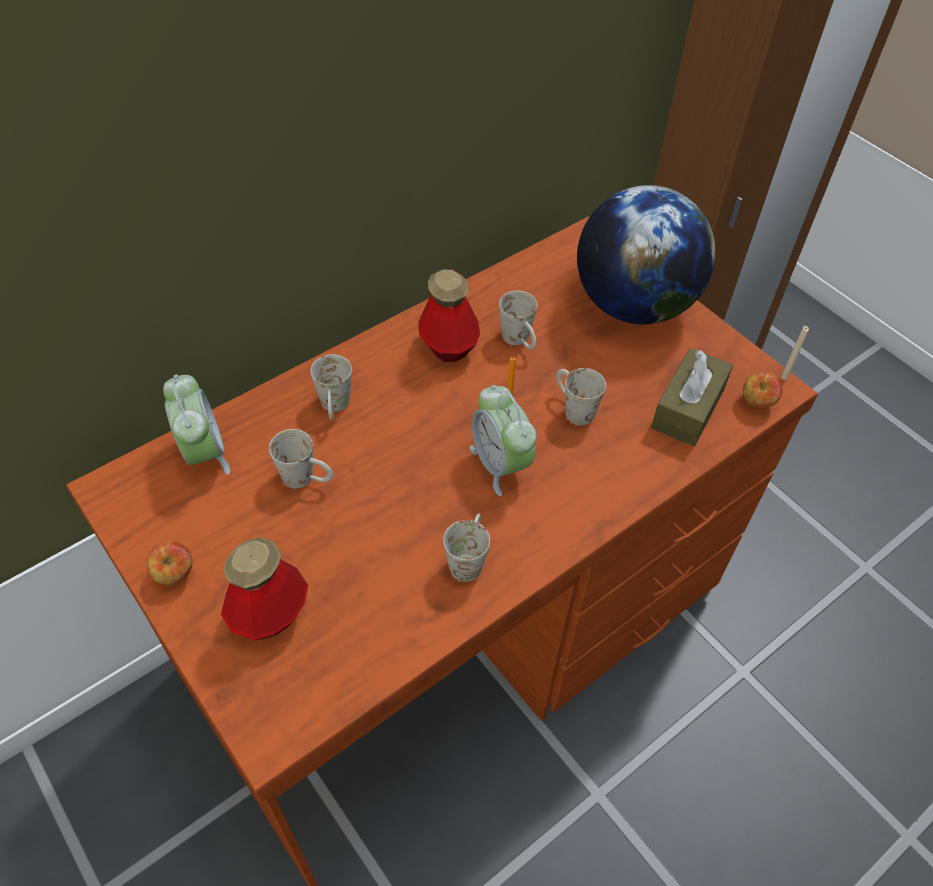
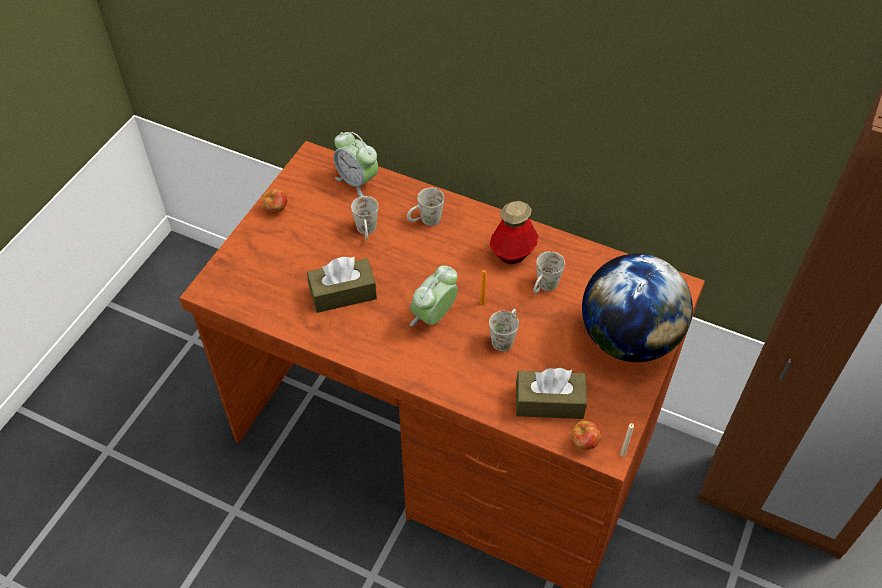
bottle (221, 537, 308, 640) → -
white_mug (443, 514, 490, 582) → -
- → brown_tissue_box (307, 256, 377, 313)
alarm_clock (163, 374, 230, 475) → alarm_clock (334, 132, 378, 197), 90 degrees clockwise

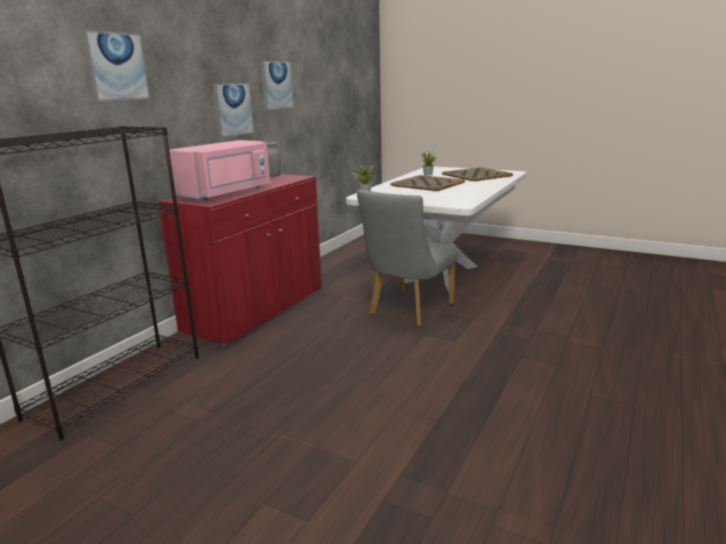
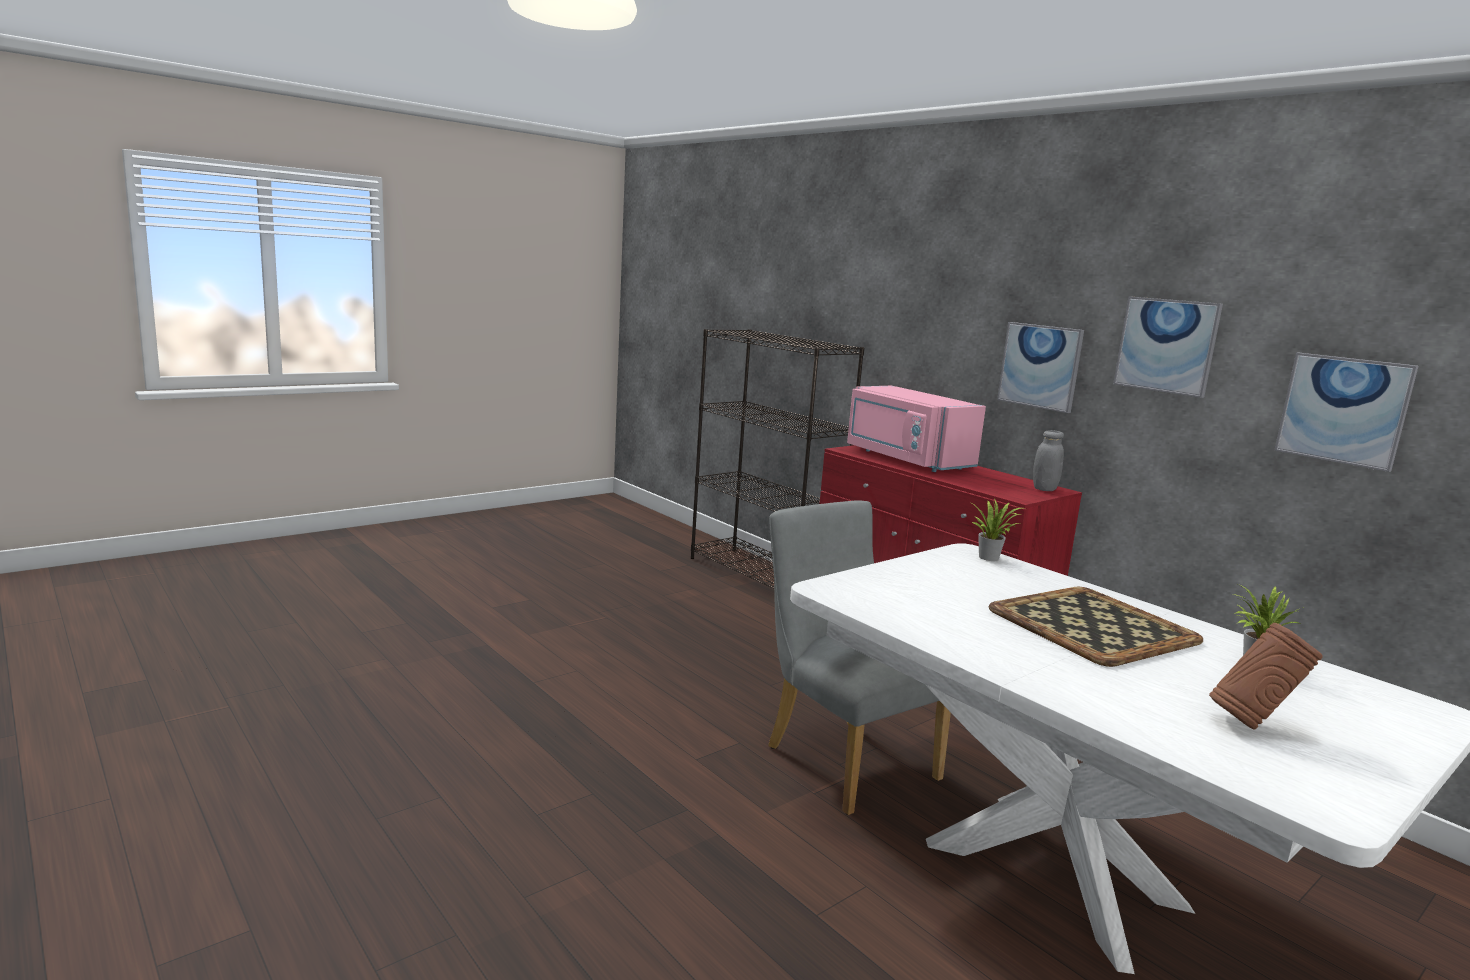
picture (82, 30, 150, 102) → picture (1274, 353, 1418, 472), shifted
tray (442, 167, 513, 181) → brown_vase (1209, 623, 1323, 729)

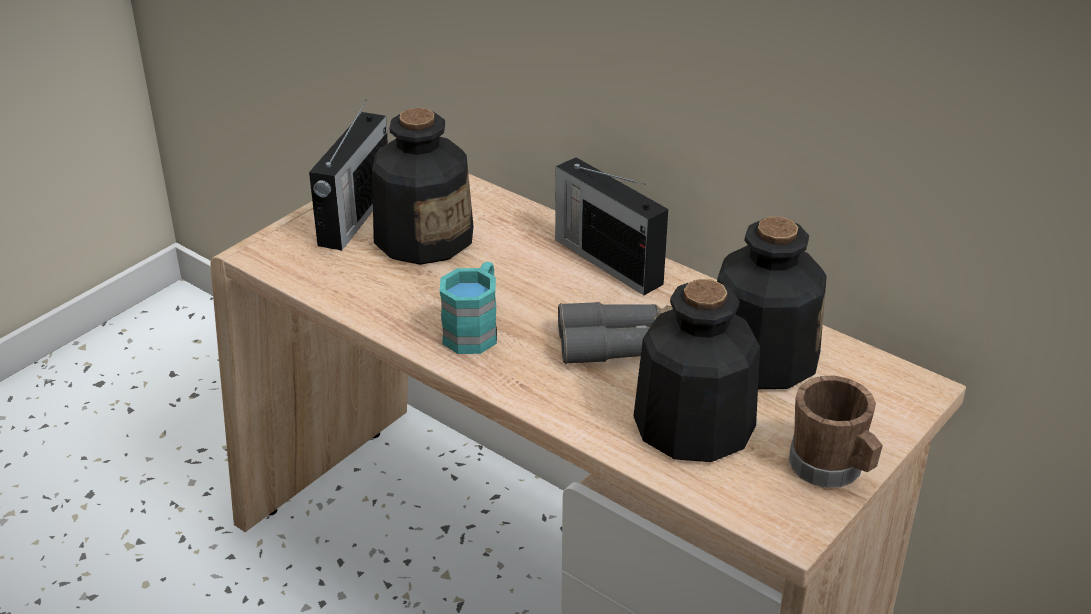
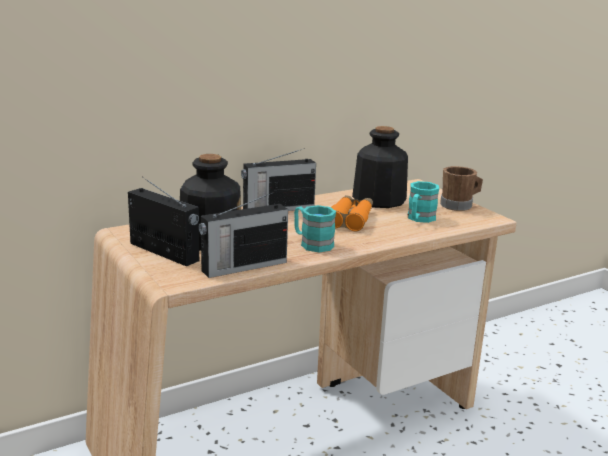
- → radio (199, 192, 288, 278)
bottle (633, 279, 760, 462) → turquoise_mug (408, 181, 439, 223)
grey_binoculars (558, 302, 673, 364) → orange_binoculars (331, 195, 373, 231)

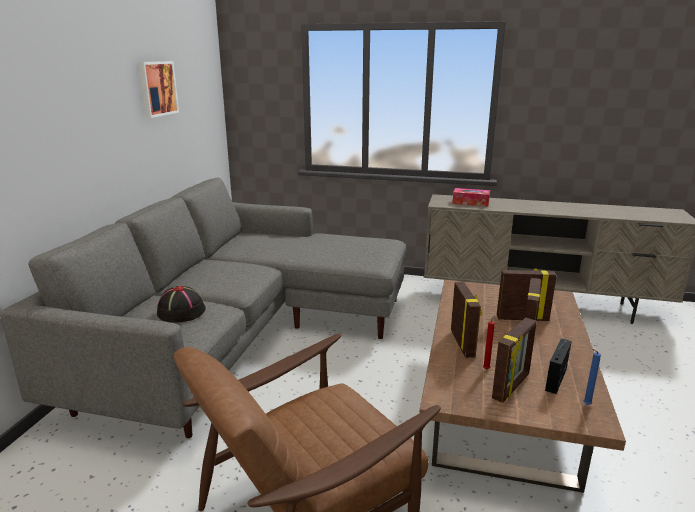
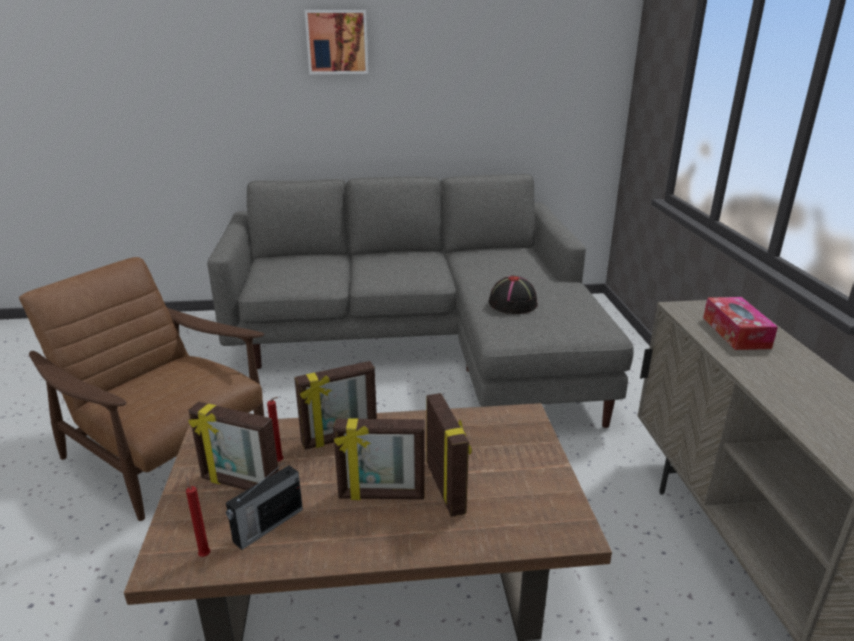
picture (138, 61, 179, 118) → picture (305, 10, 368, 74), shifted
black_hat (157, 286, 206, 323) → black_hat (488, 275, 538, 314), shifted
blue_candle (583, 349, 601, 405) → red_candle (186, 476, 210, 557)
radio (545, 338, 572, 394) → radio (226, 462, 303, 550), 120 degrees clockwise

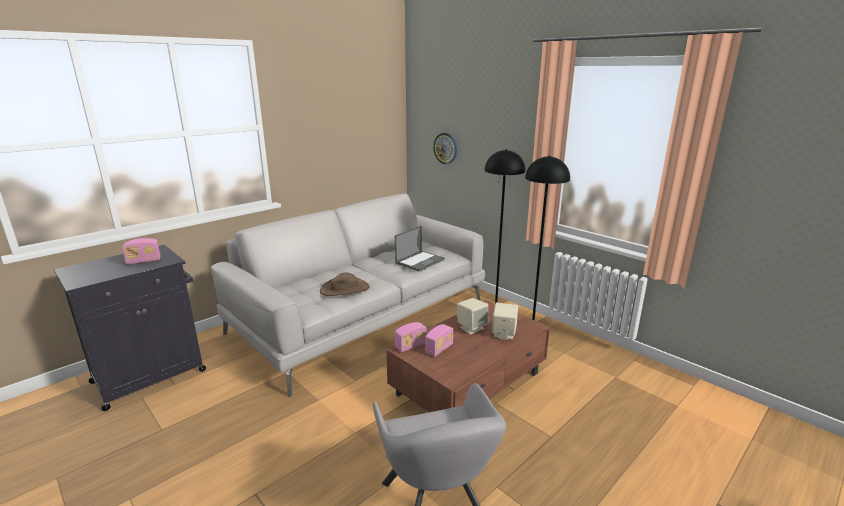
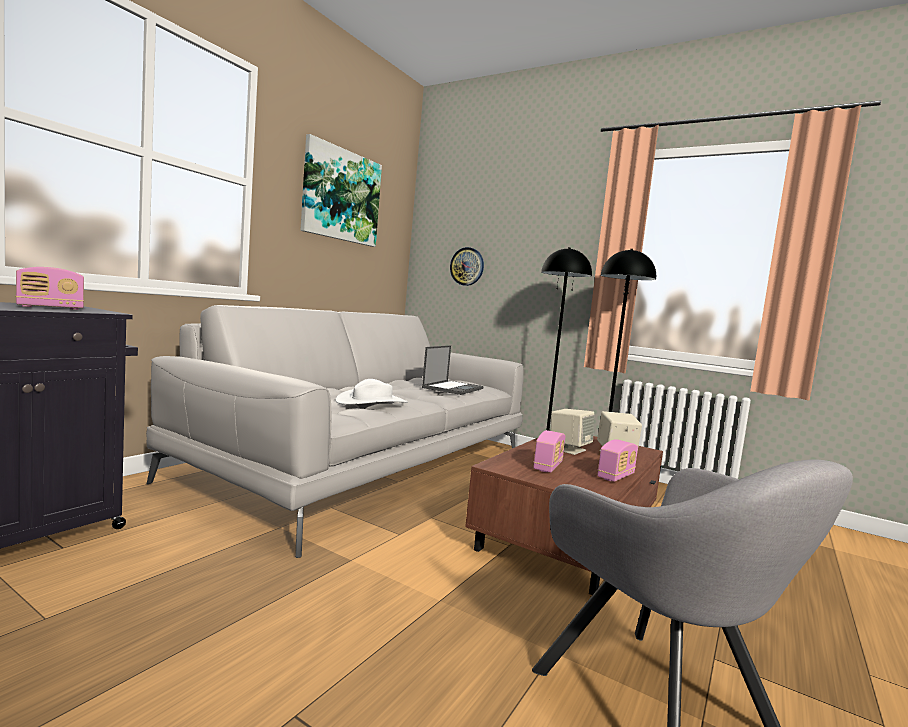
- → picture (300, 134, 382, 247)
radio (395, 322, 427, 352) → radio (597, 439, 638, 482), shifted
brown_hat (320, 272, 370, 296) → white_hat (335, 379, 408, 405)

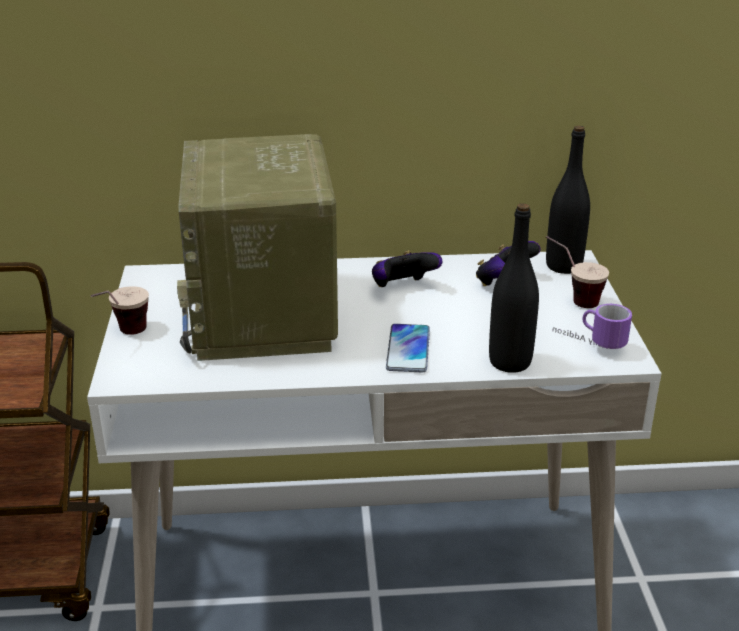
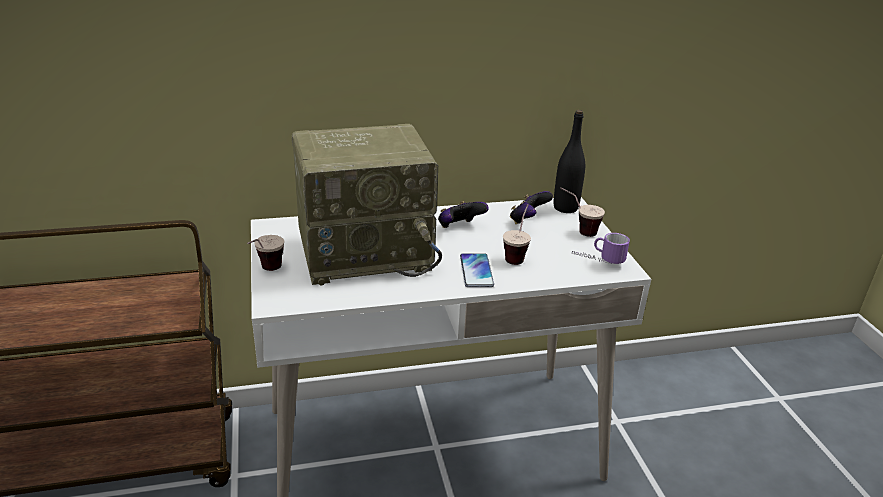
black_bottle (489, 203, 539, 373) → -
- → cup (503, 204, 531, 265)
radio (177, 134, 338, 361) → radio (292, 124, 442, 285), 90 degrees counterclockwise

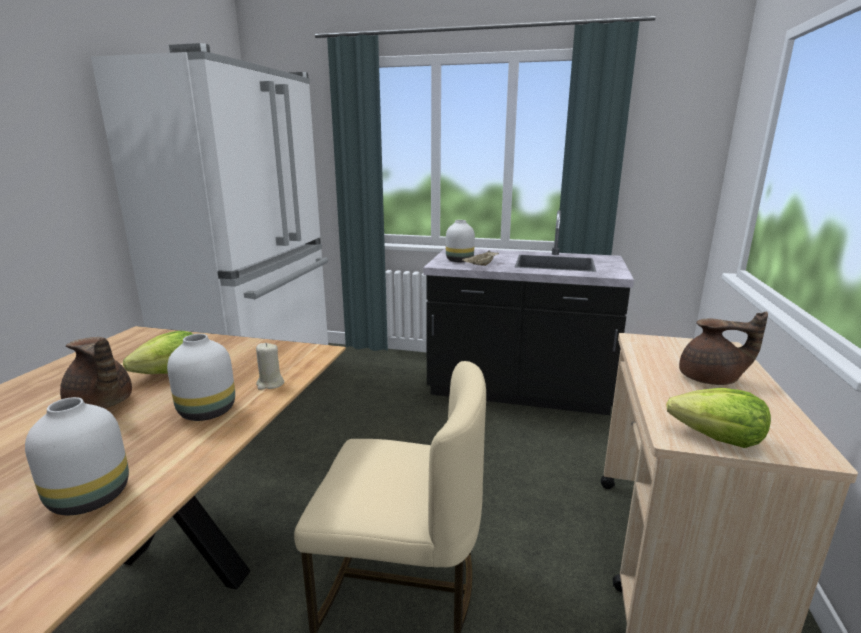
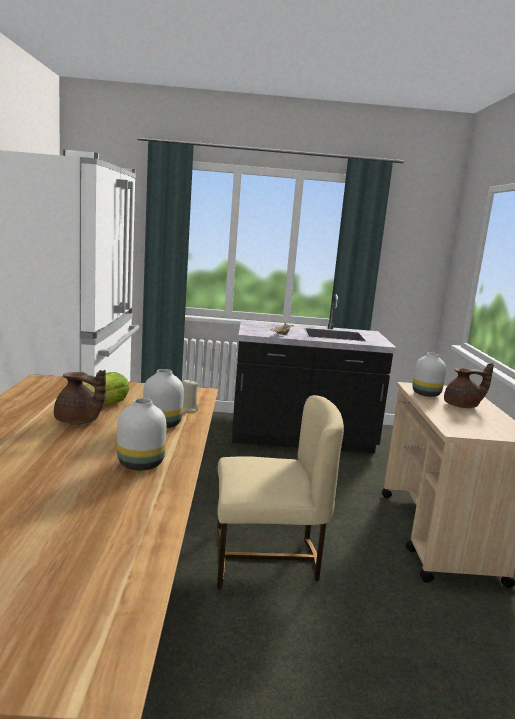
lettuce (666, 388, 771, 448) → -
white_vase (446, 220, 475, 262) → white_vase (412, 352, 446, 397), shifted

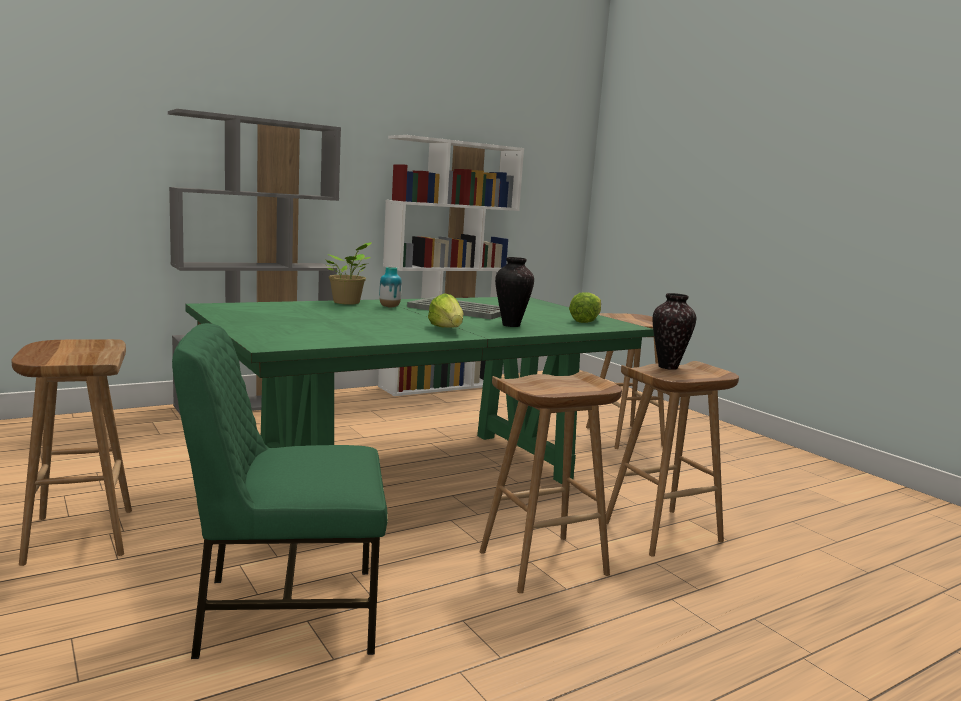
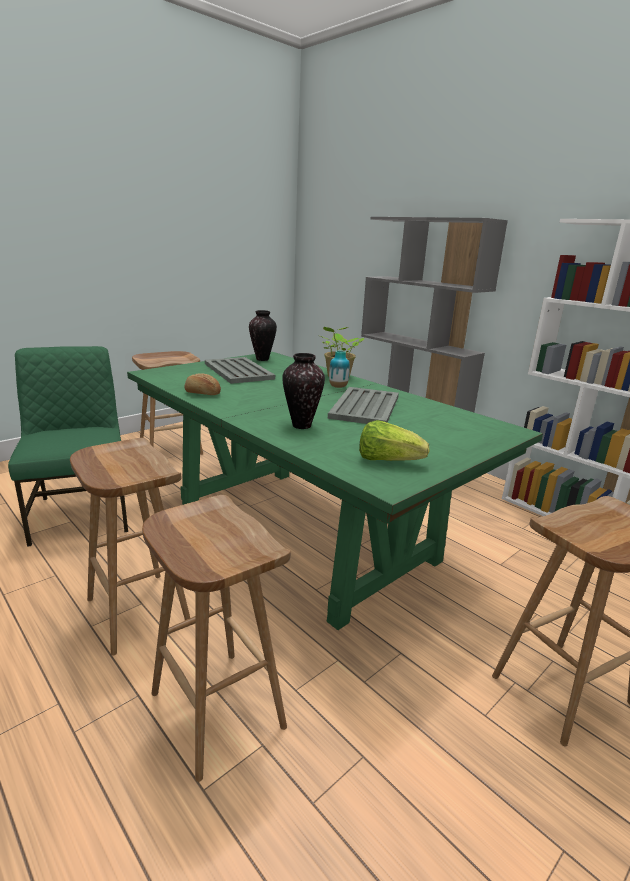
lettuce (428, 293, 463, 328) → -
- → bread (184, 373, 221, 395)
- → grey_tray (205, 357, 275, 384)
vase (653, 293, 696, 370) → vase (249, 310, 277, 361), shifted

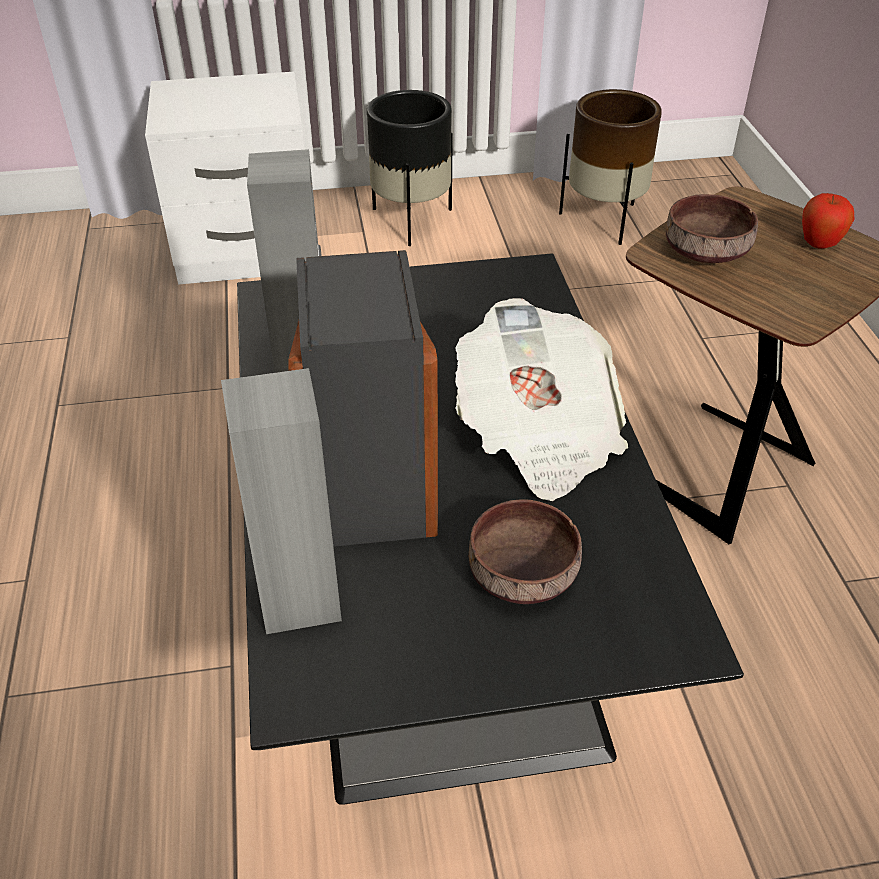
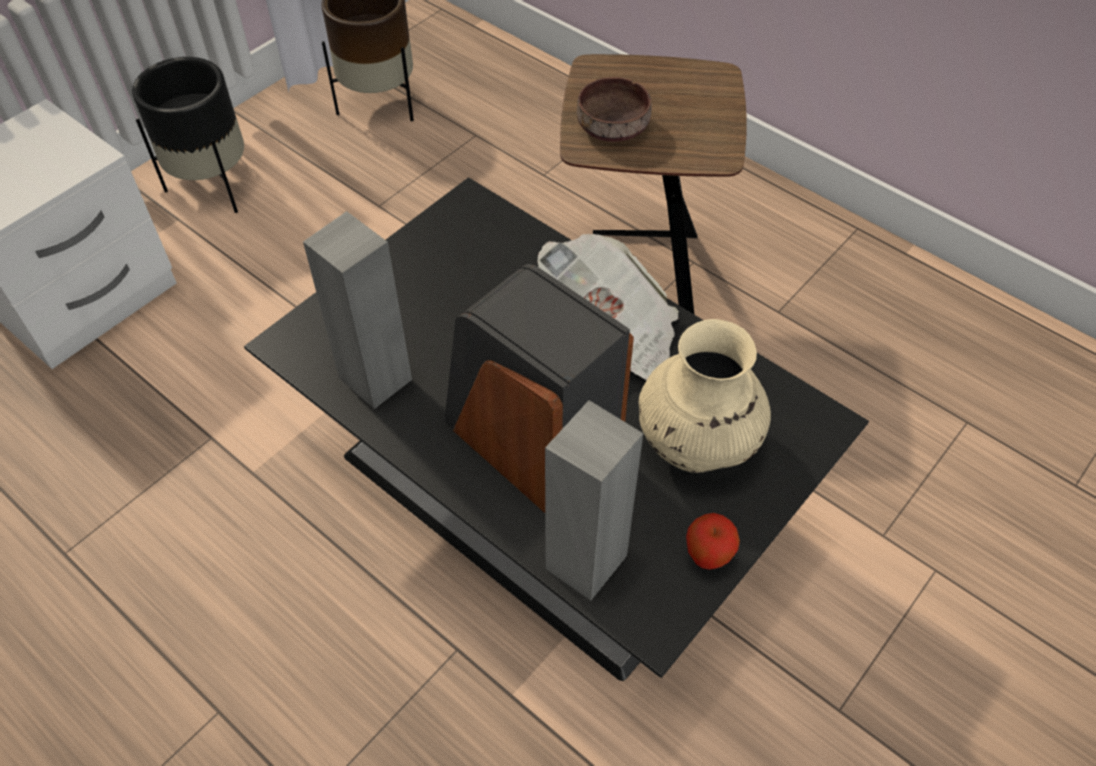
apple (802, 193, 854, 249) → apple (686, 513, 740, 570), shifted
brown_bowl (469, 499, 582, 604) → beige_vase (639, 319, 771, 473)

